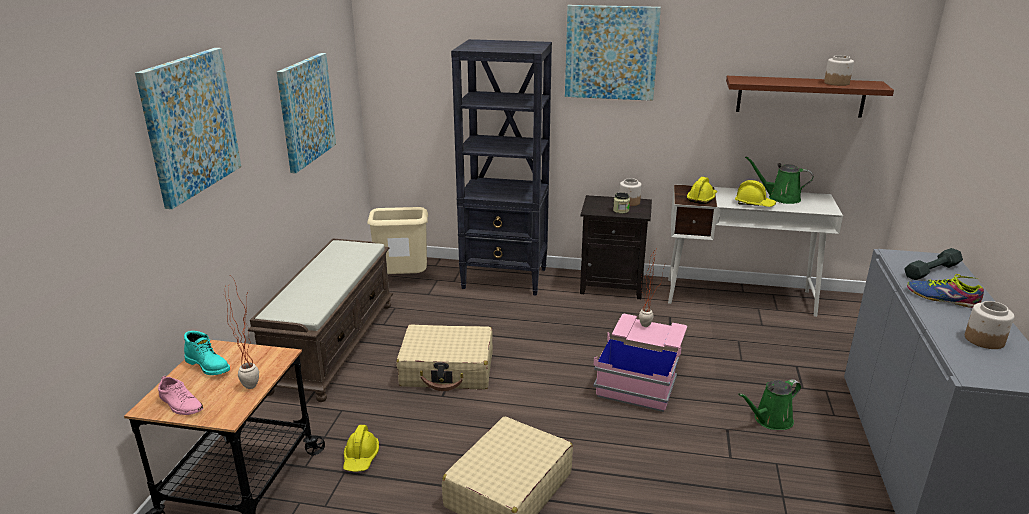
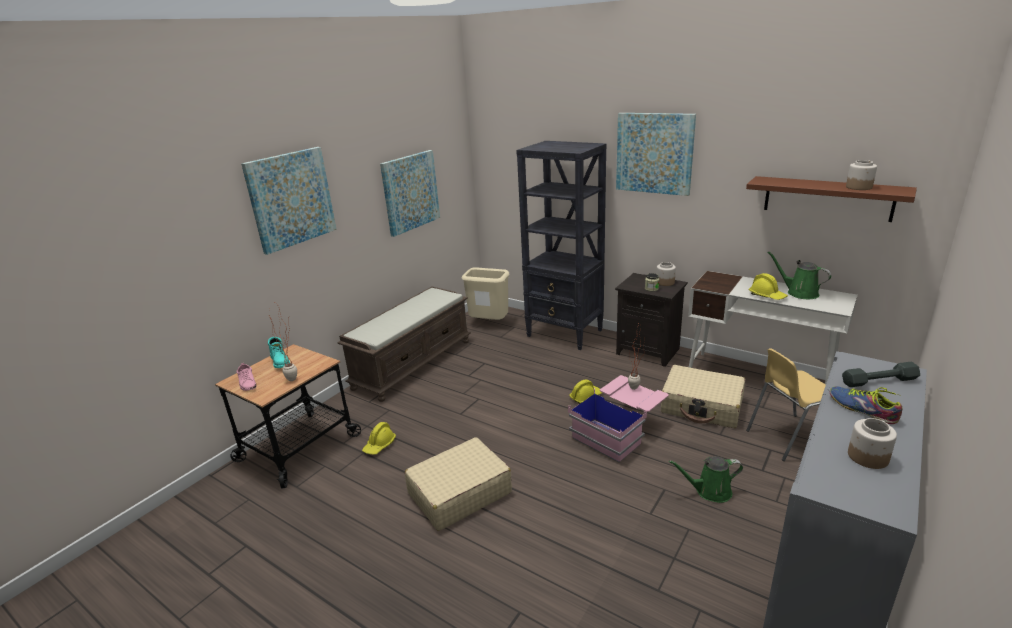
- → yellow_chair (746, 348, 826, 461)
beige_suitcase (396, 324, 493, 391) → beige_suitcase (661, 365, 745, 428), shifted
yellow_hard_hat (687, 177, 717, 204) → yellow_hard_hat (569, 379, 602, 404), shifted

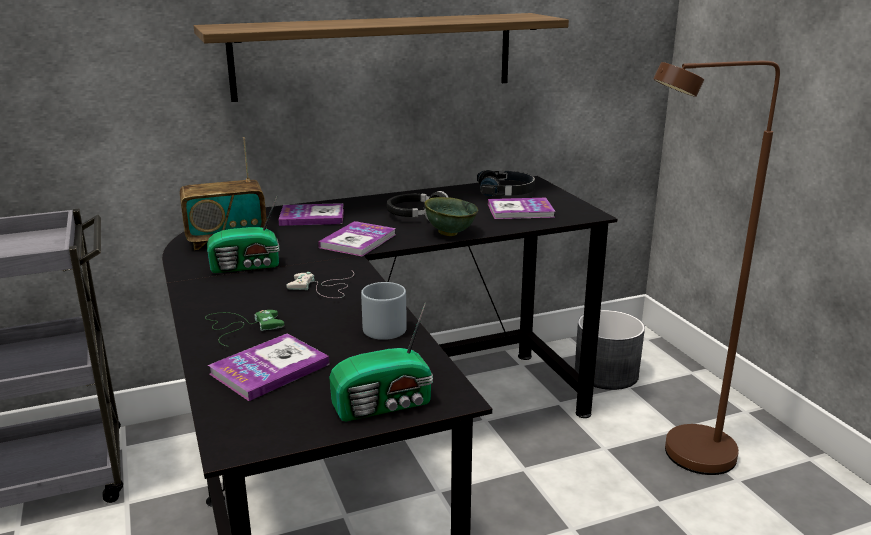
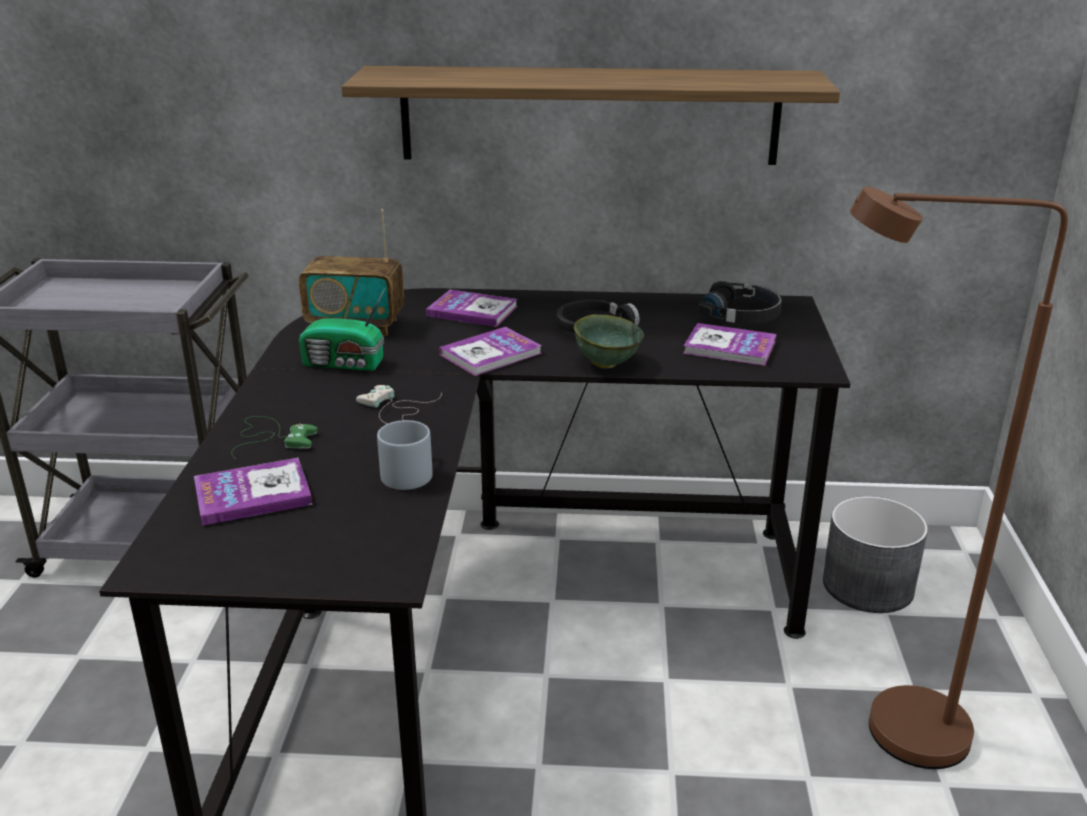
radio (329, 303, 433, 422) → -

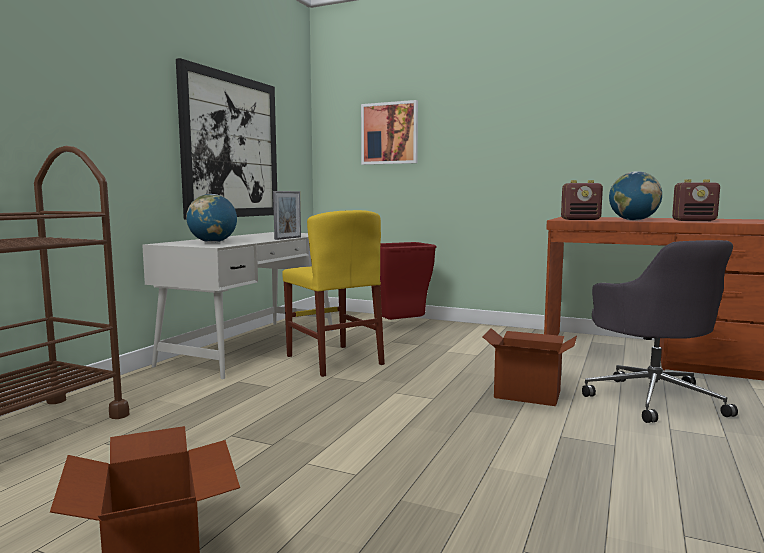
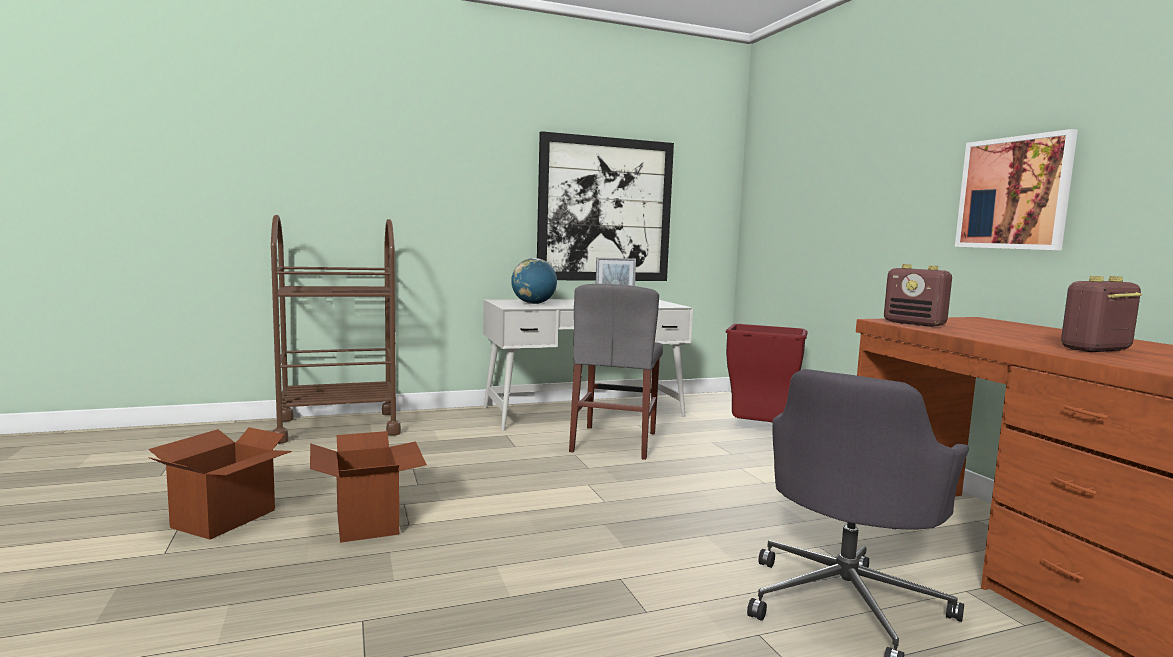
globe (609, 171, 662, 221) → -
picture (361, 100, 418, 165) → picture (955, 129, 1078, 250), shifted
cardboard_box (483, 328, 577, 406) → cardboard_box (310, 431, 427, 543), shifted
yellow_chair (282, 210, 385, 377) → grey_chair (569, 284, 663, 460)
radio (672, 179, 720, 221) → radio (1061, 276, 1142, 352), 105 degrees clockwise

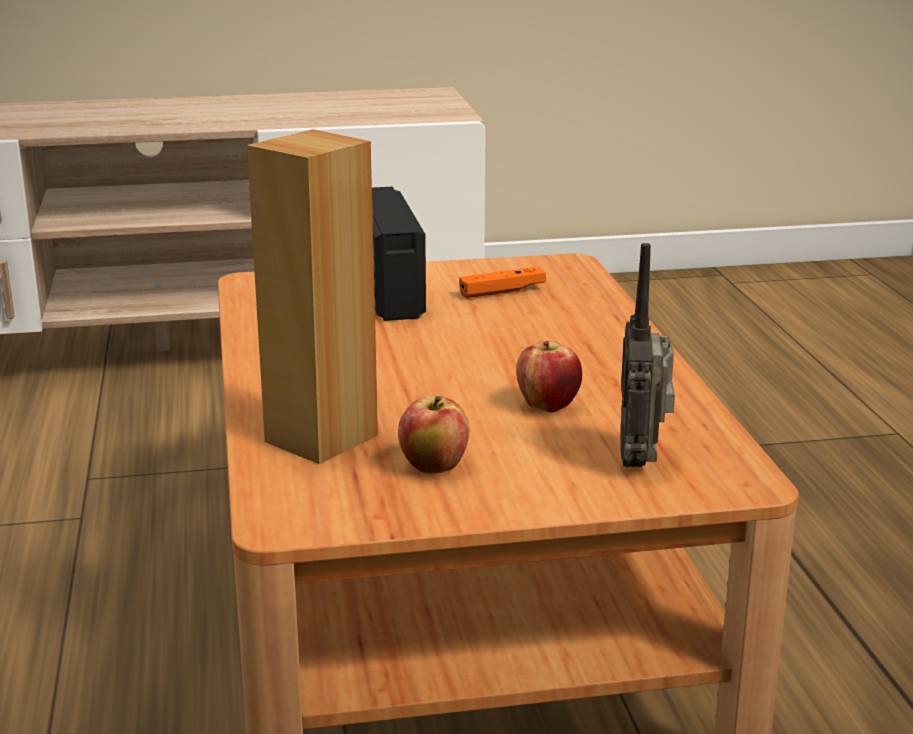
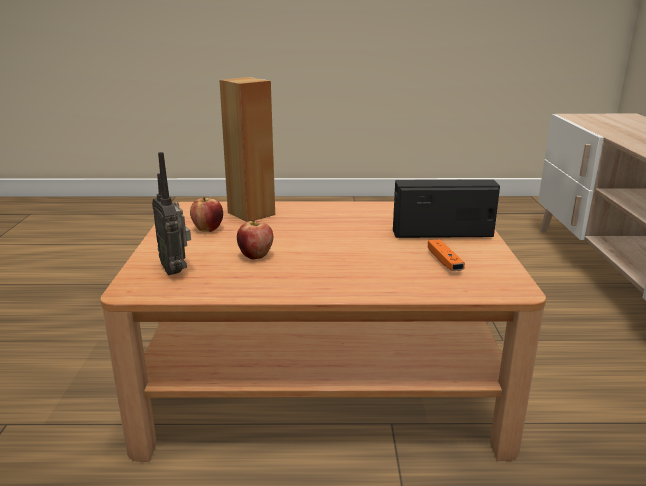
radio (620, 243, 675, 467) → radio (152, 152, 191, 275), 135 degrees counterclockwise

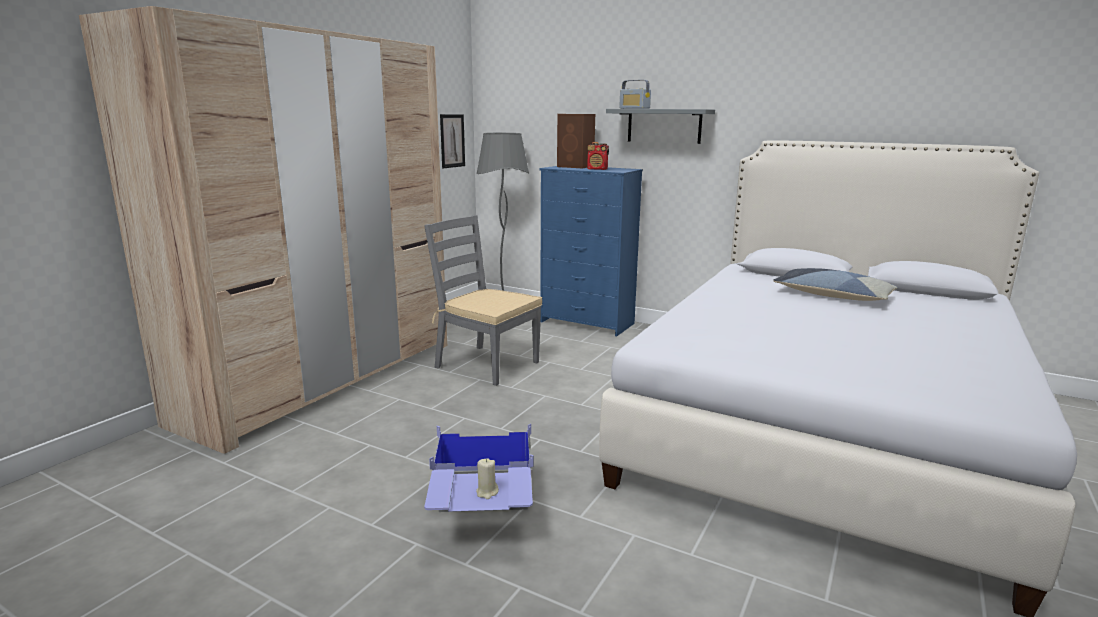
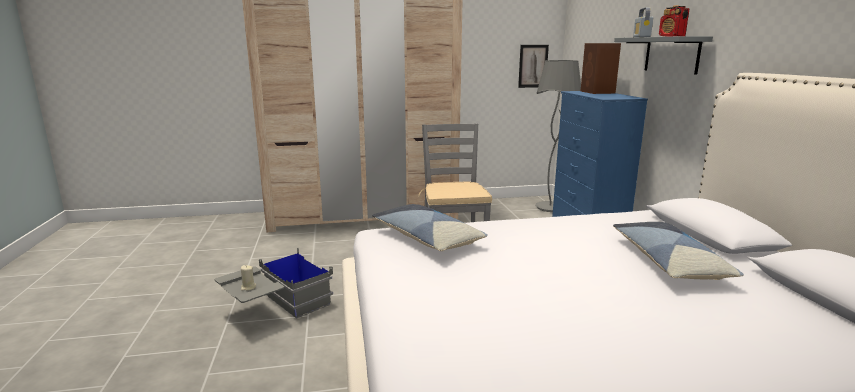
- → pillow (372, 204, 488, 251)
radio (588, 142, 609, 170) → radio (659, 5, 690, 37), shifted
blue_storage_box (424, 424, 534, 512) → grey_storage_box (214, 247, 333, 319)

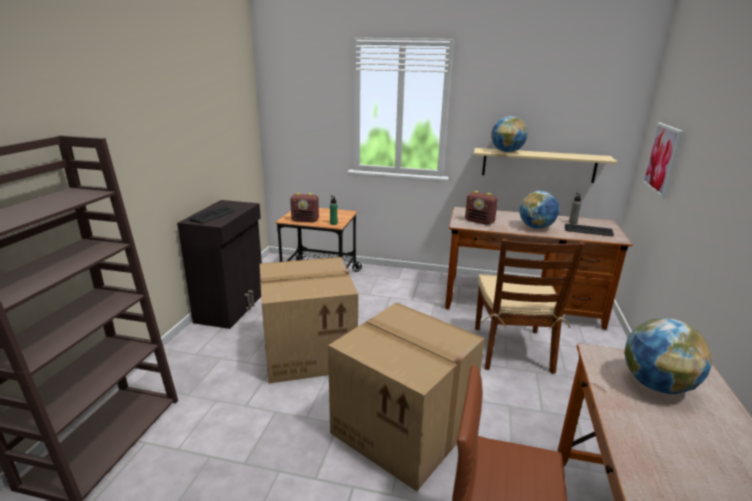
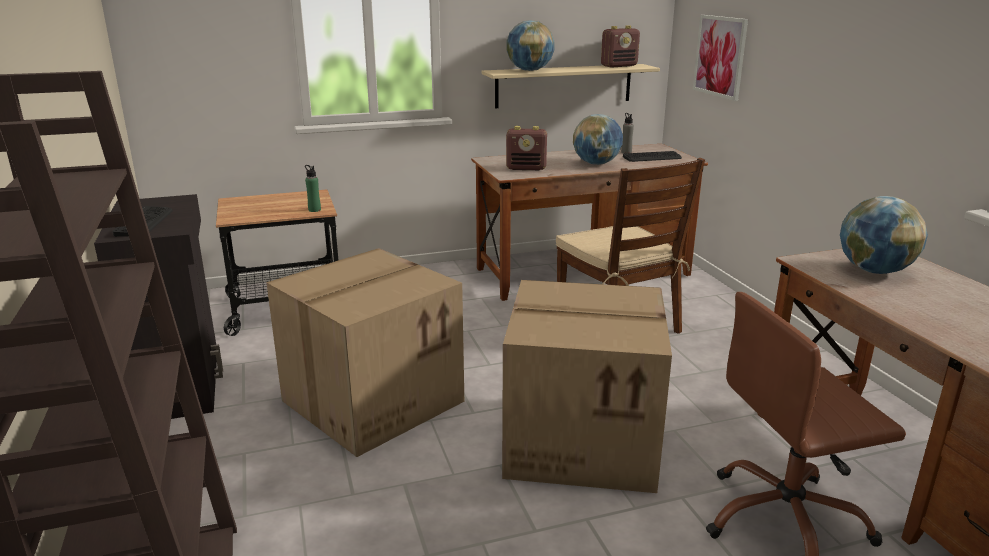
radio (290, 193, 319, 222) → radio (601, 26, 640, 68), shifted

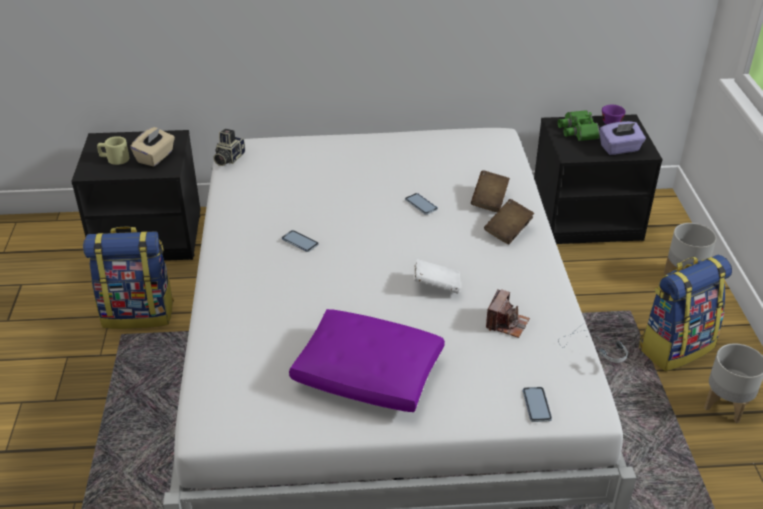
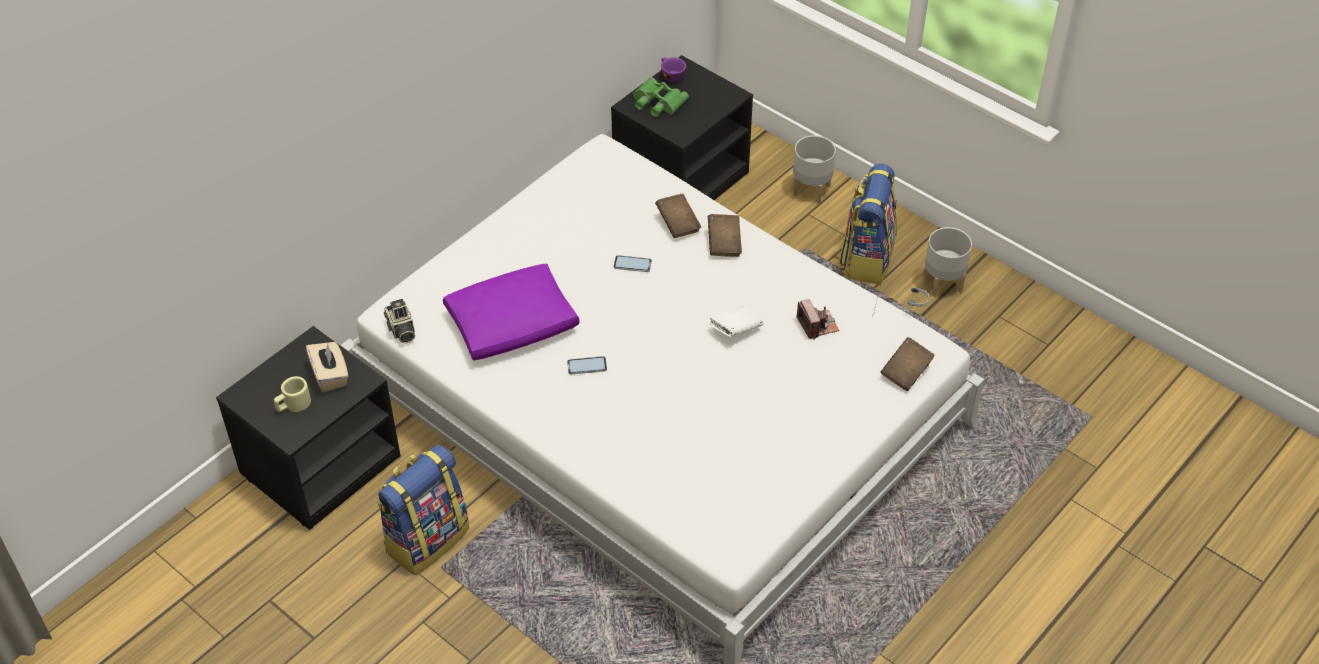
purple_tissue_box (599, 121, 646, 155) → -
purple_pillow (289, 309, 445, 412) → purple_pillow (443, 264, 579, 360), shifted
phone (523, 387, 552, 422) → brown_book (881, 337, 935, 391)

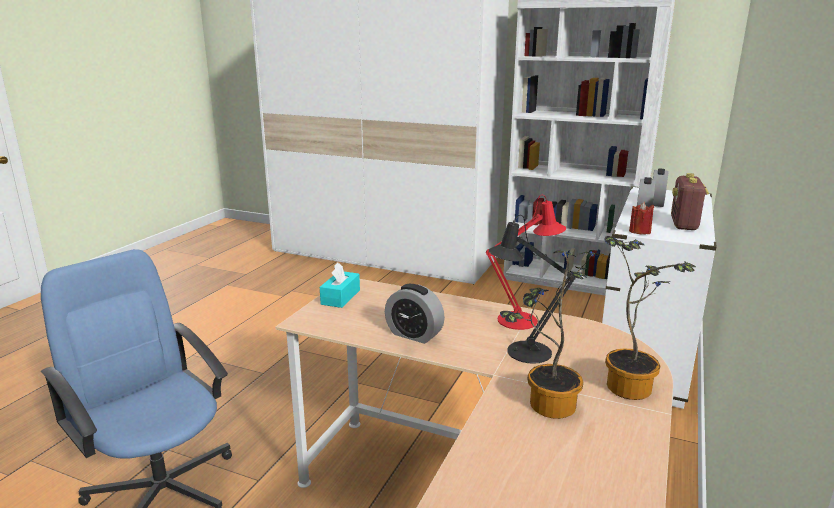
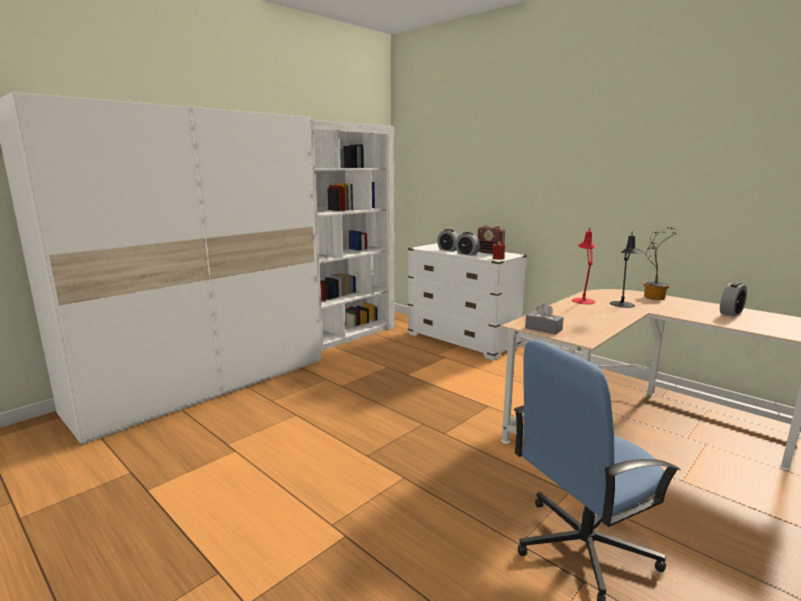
potted_plant (500, 250, 601, 419) → -
alarm_clock (385, 284, 445, 344) → alarm_clock (720, 282, 747, 316), shifted
turquoise_tissue_box (320, 262, 360, 308) → grey_tissue_box (525, 303, 564, 335)

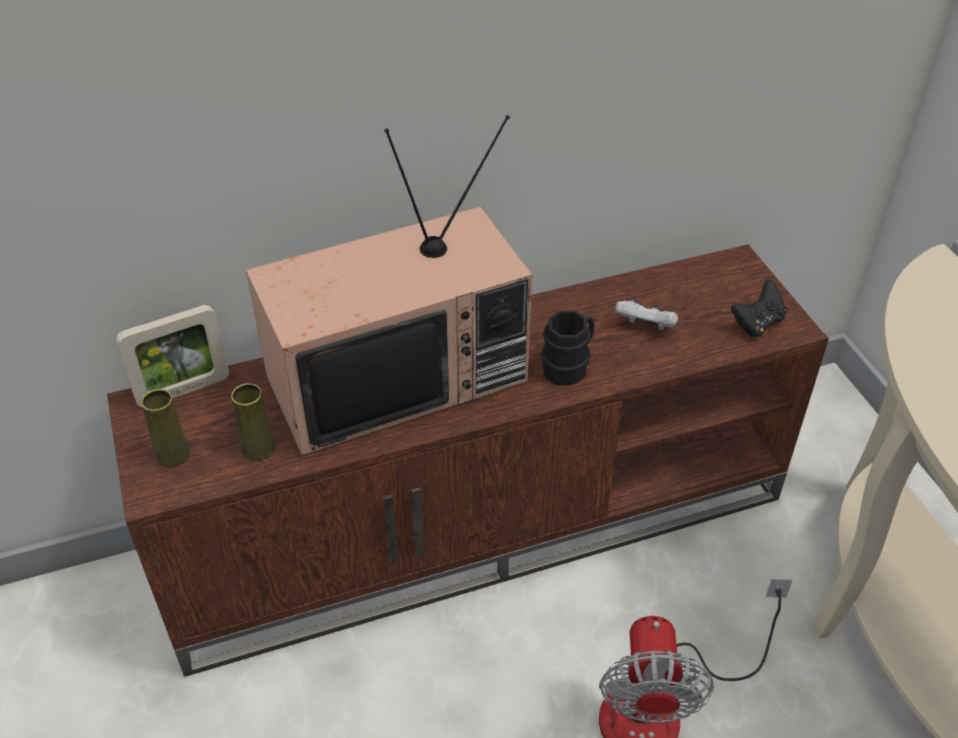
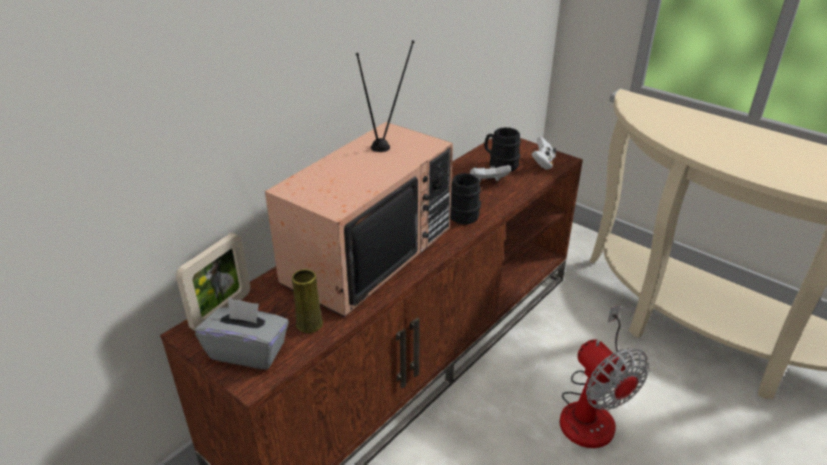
- → black_mug (484, 127, 521, 171)
yellow_vase (141, 389, 190, 467) → grey_tissue_box (195, 297, 289, 369)
black_game_controller (731, 280, 787, 338) → white_game_controller (531, 136, 557, 170)

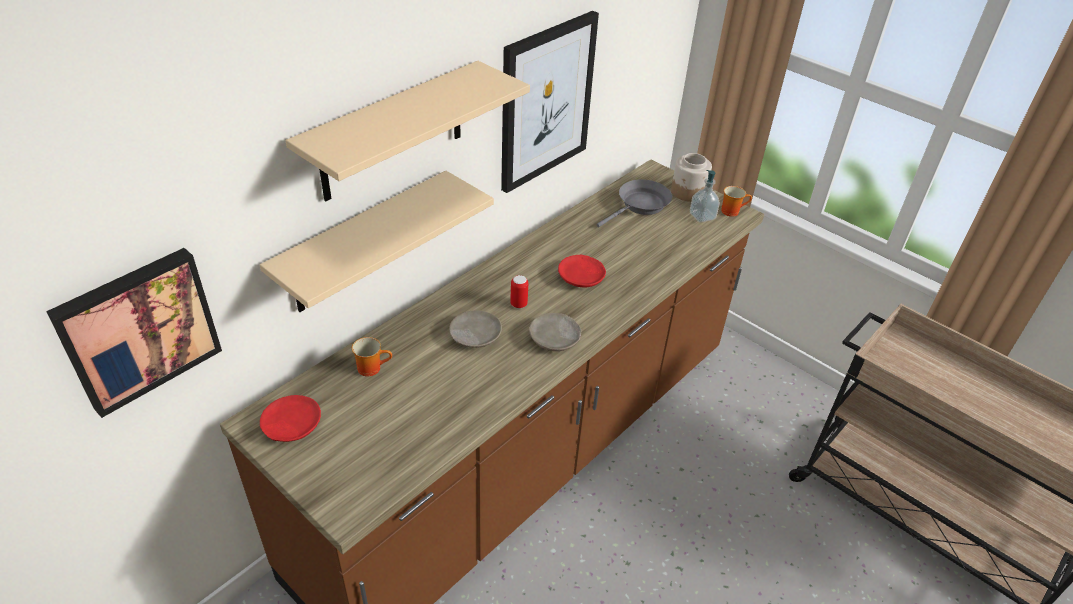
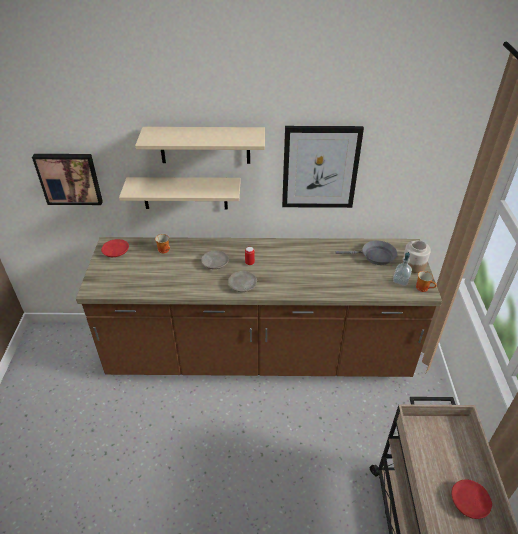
red_plate (558, 255, 606, 287) → red_plate (451, 479, 492, 519), shifted

